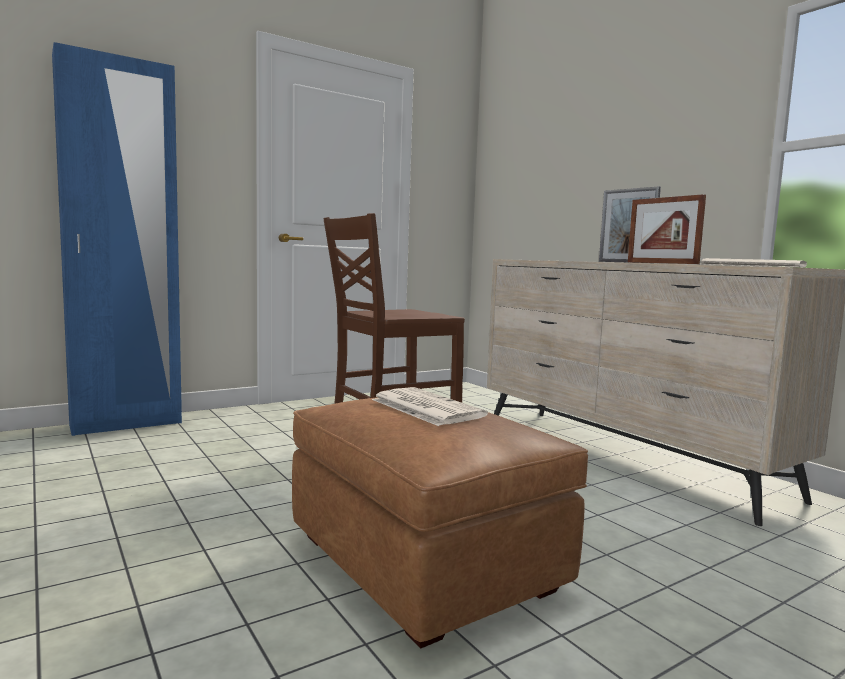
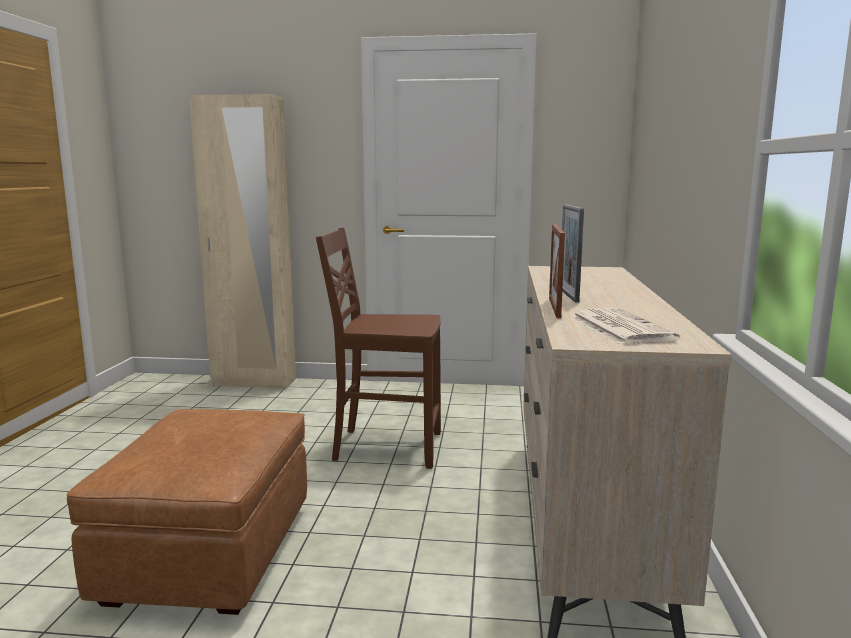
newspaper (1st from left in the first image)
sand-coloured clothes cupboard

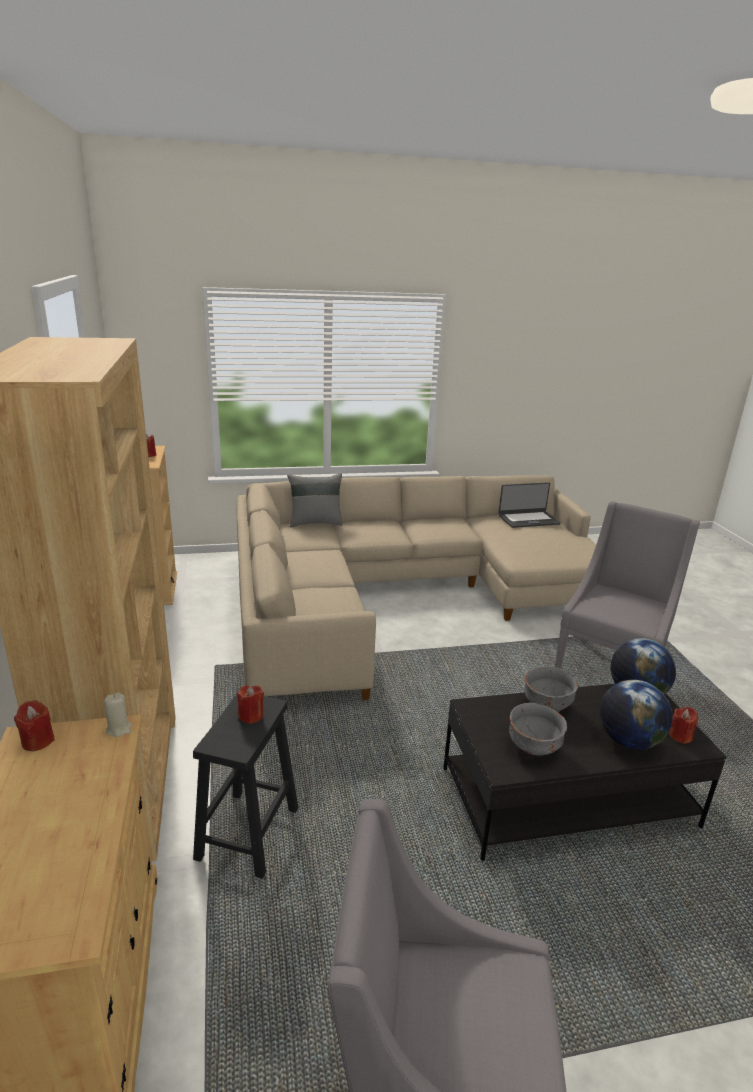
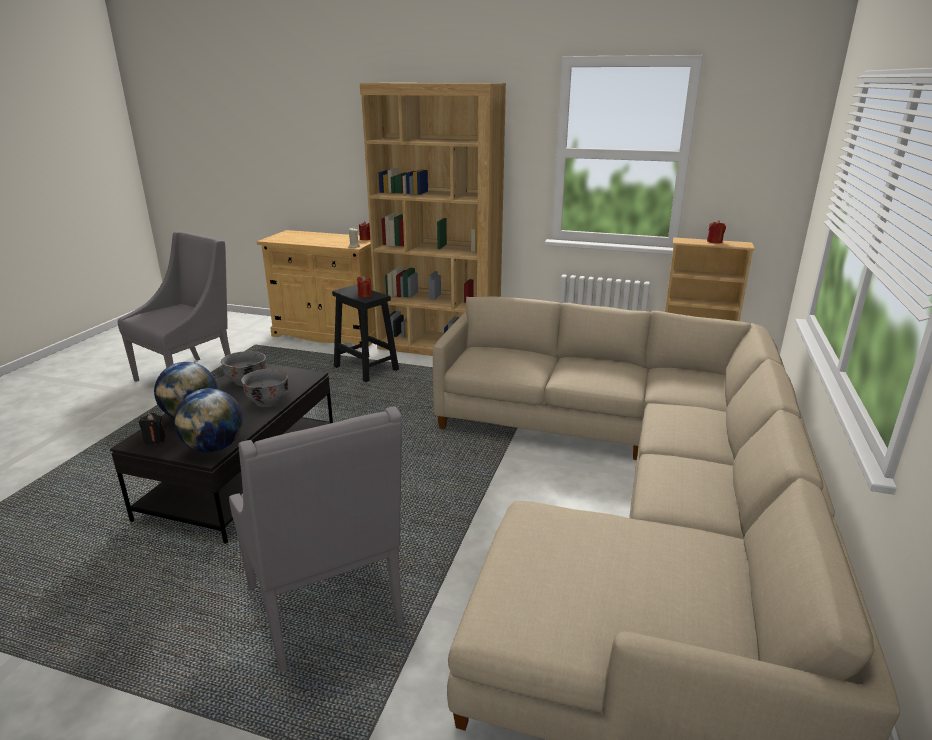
gray pillow
notebook computer
blackish candle

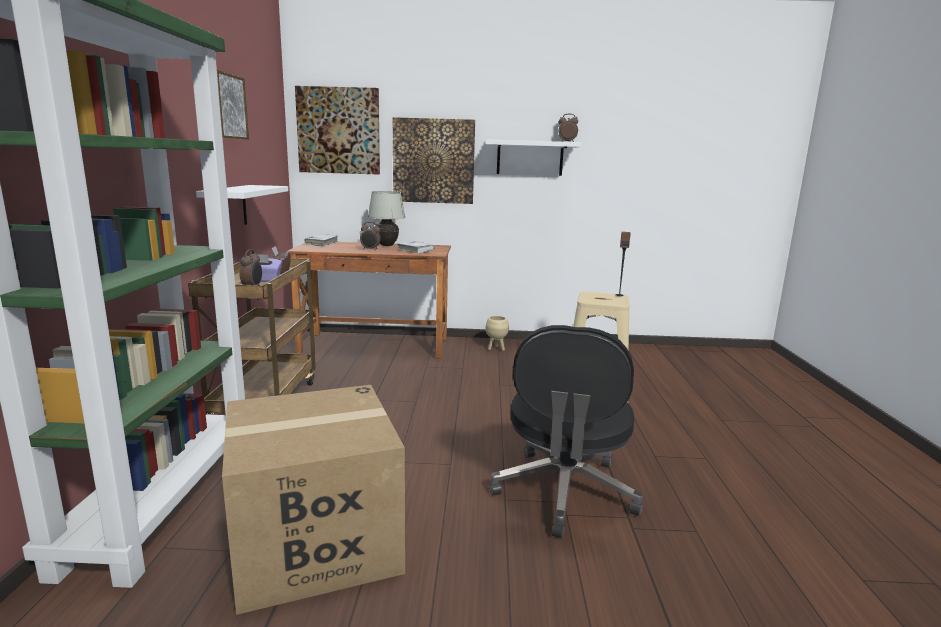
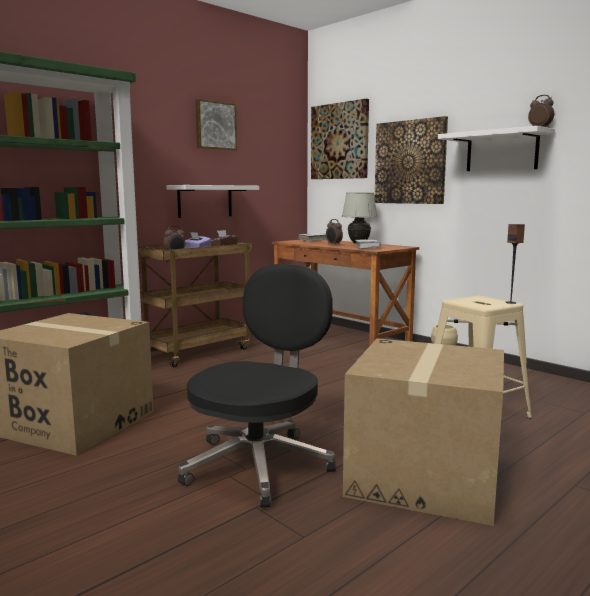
packing box (2nd from left)
blackish computer chair

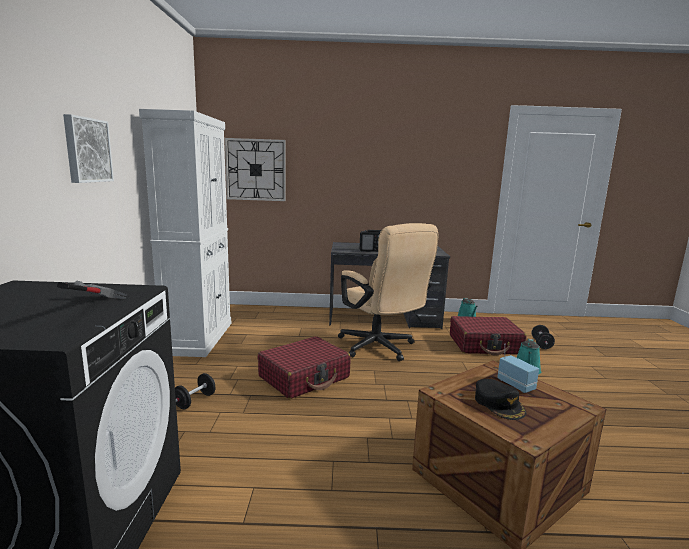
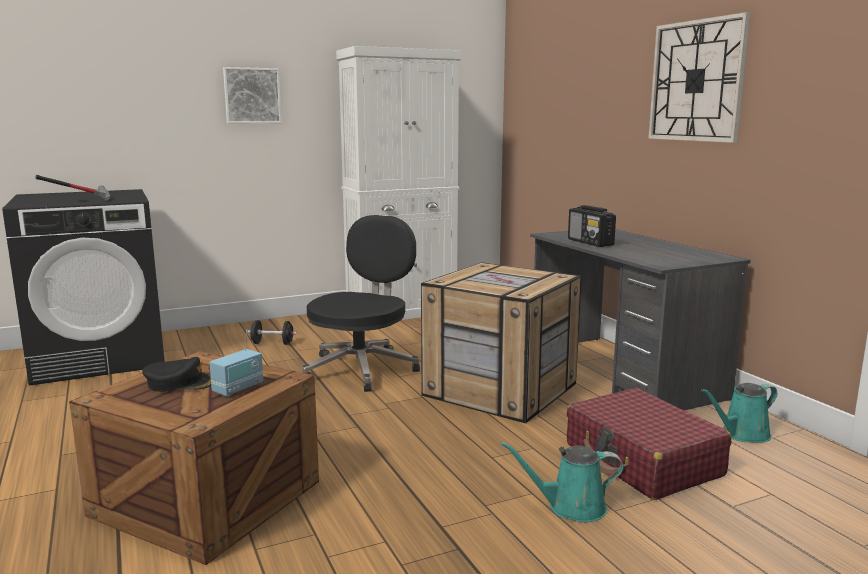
blackish hand weight (2nd from left in the first image)
clock on the wall
blackish computer chair
shipping crate (2nd from left)
blackish peaked cap

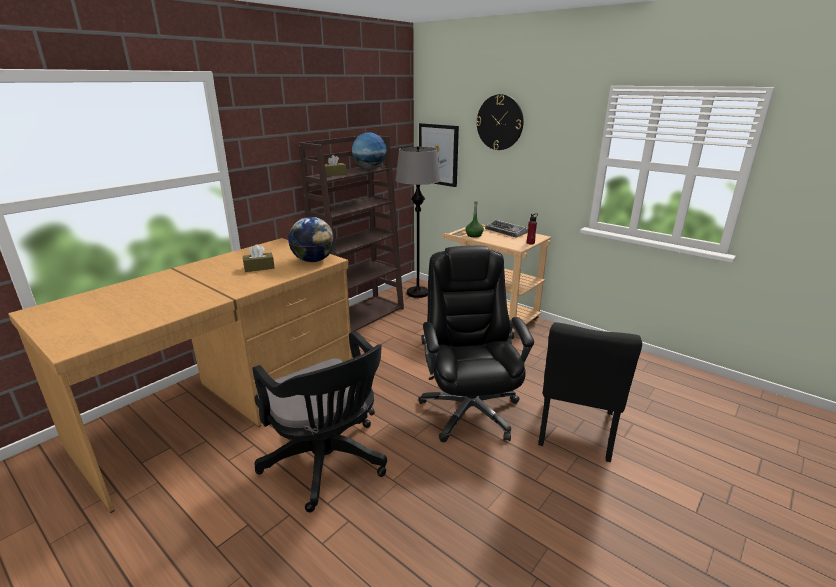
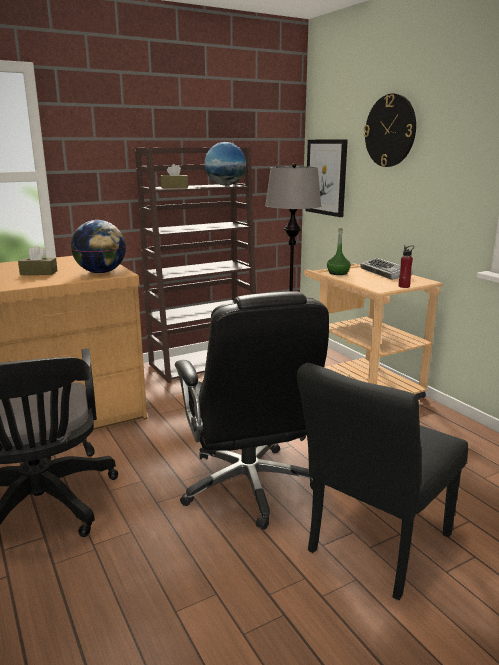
blackish computer chair (2nd from left)

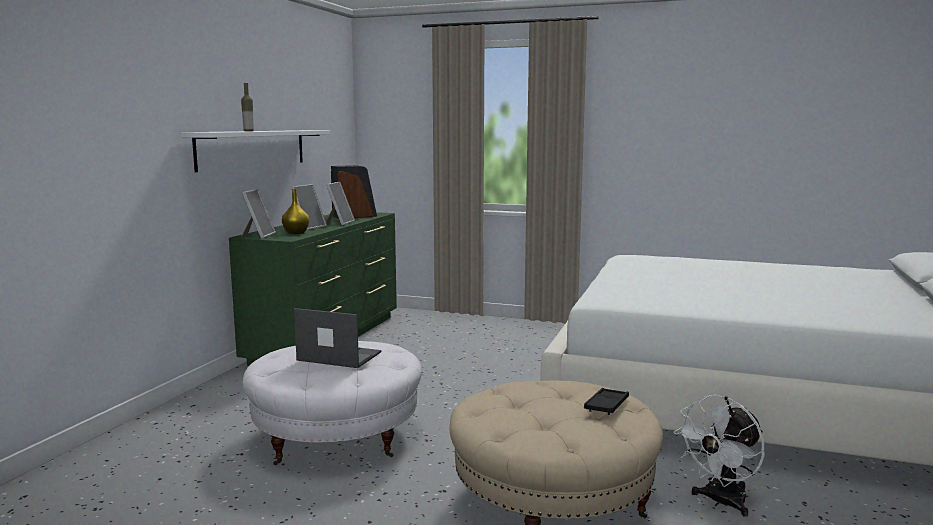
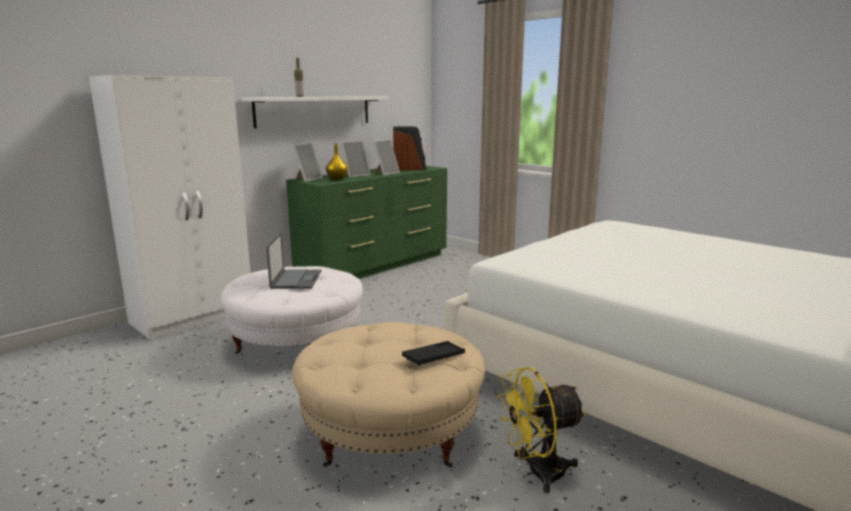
whitish clothes cupboard
yellowish electric fan
notebook computer

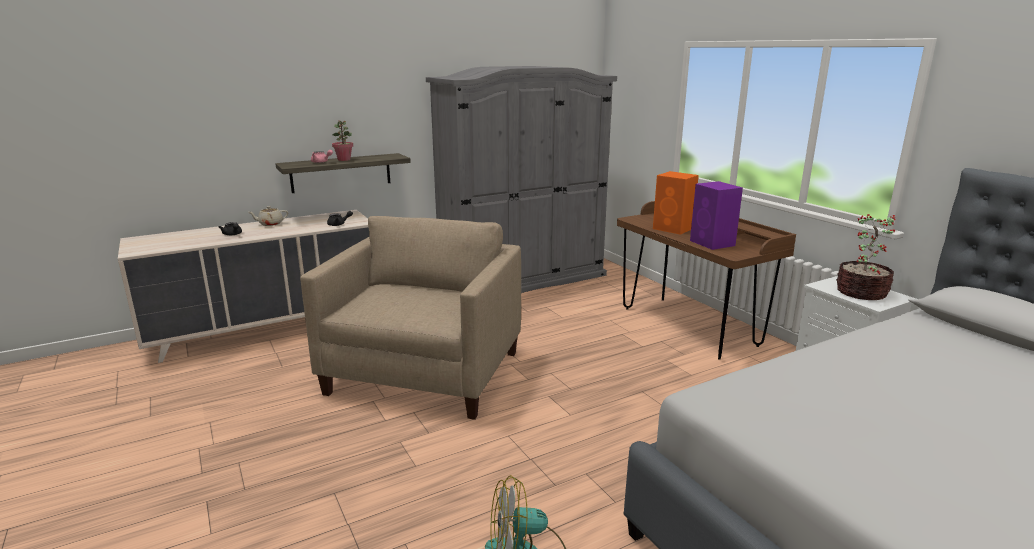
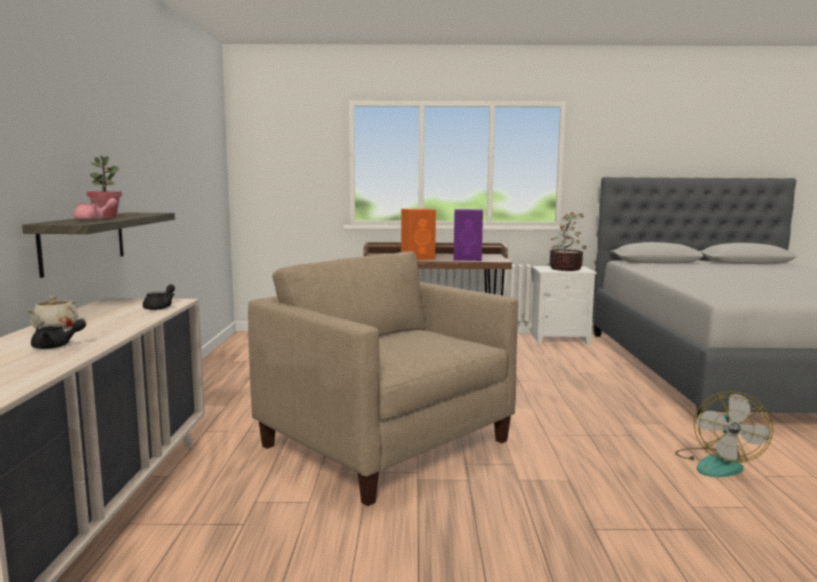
gray clothes cupboard

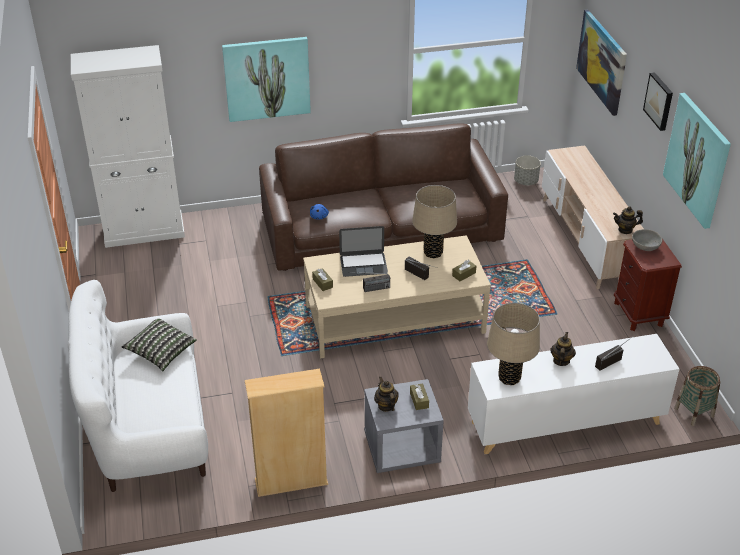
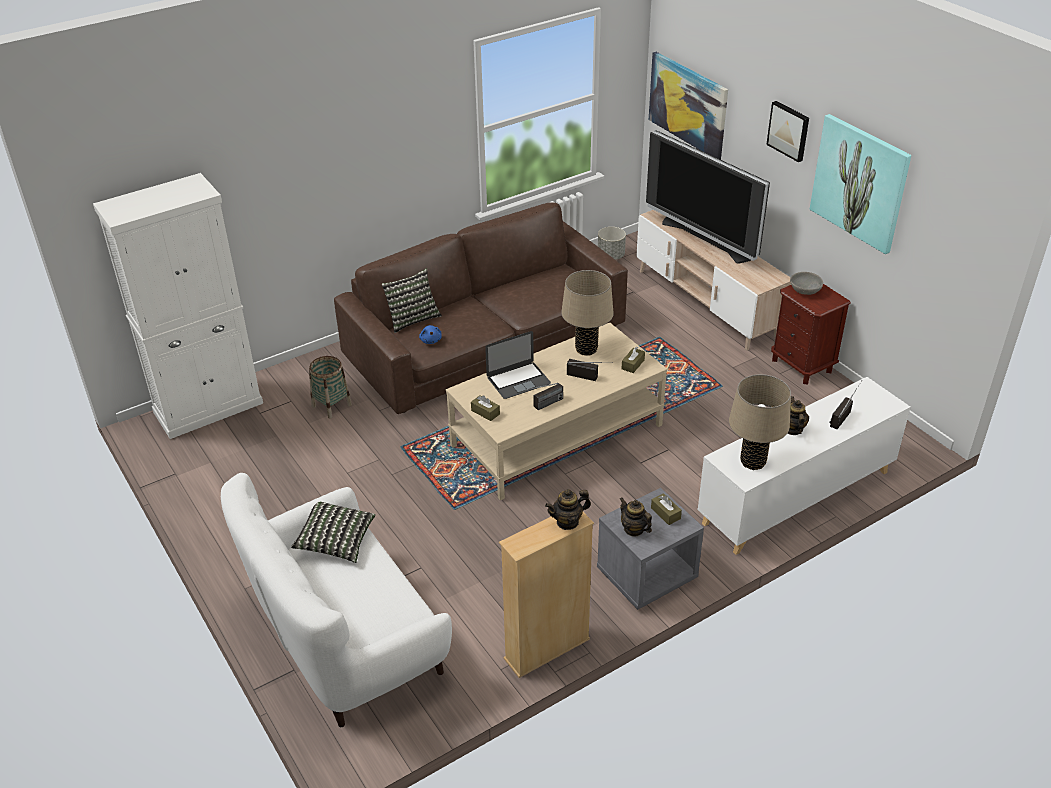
wall art (1st from left in the first image)
pillow (2nd from left)
TV set
pot for tea (1st from left)
basket

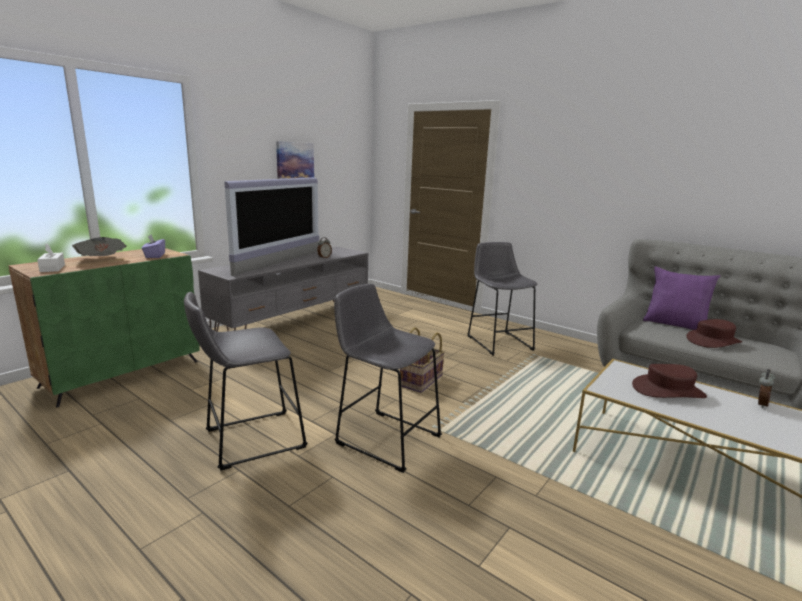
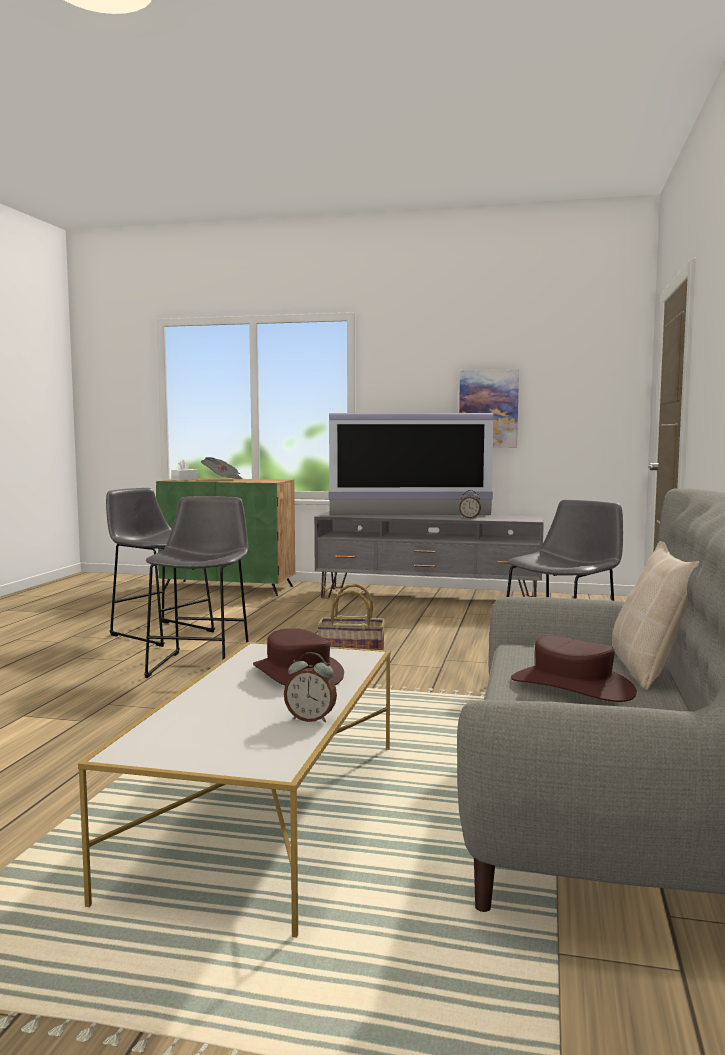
purple-coloured tissue box
sand-coloured pillow

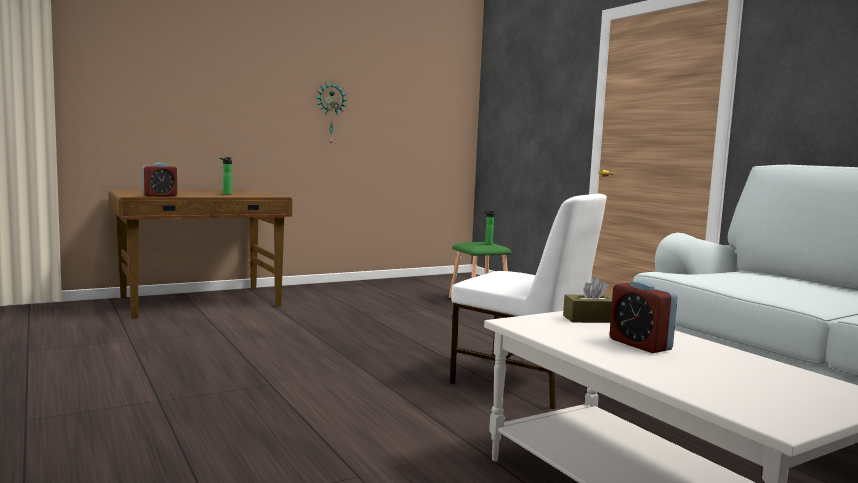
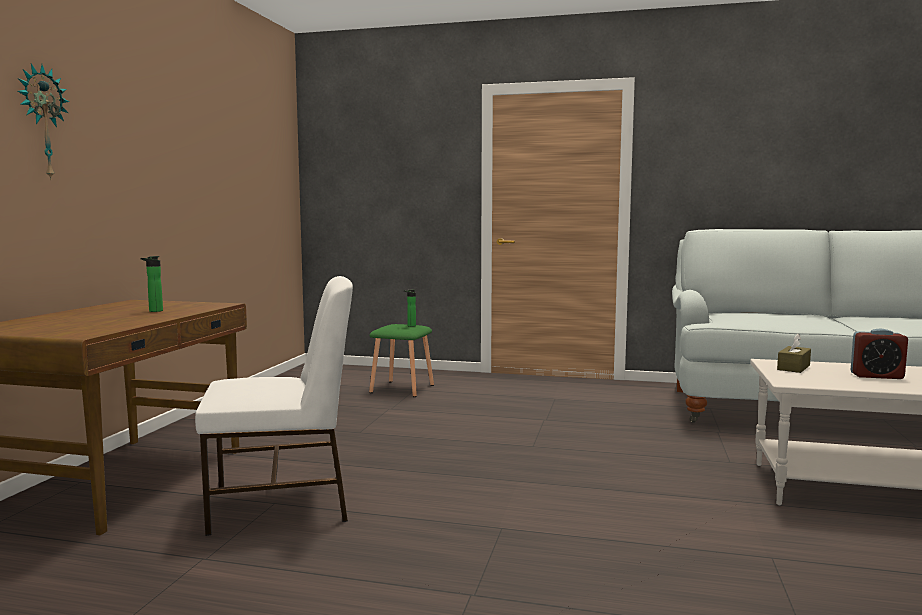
table clock (1st from left in the first image)
clock on the wall
whitish chair

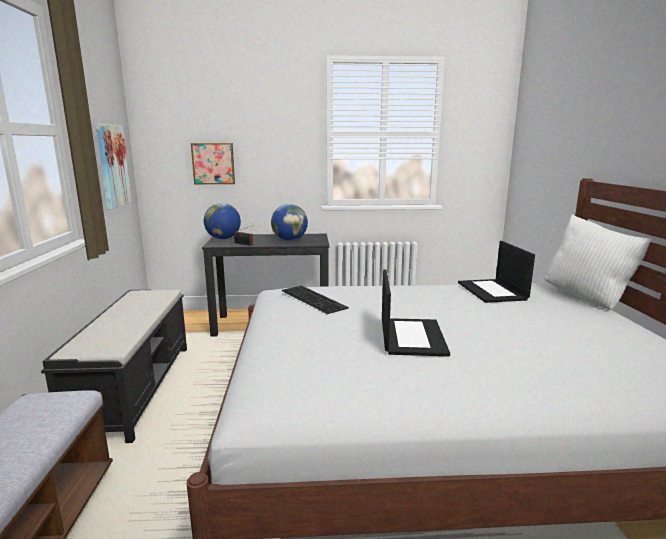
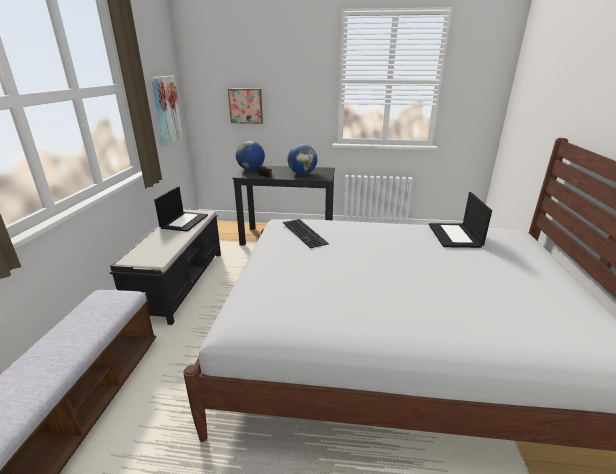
whitish pillow
notebook computer (1st from left)

